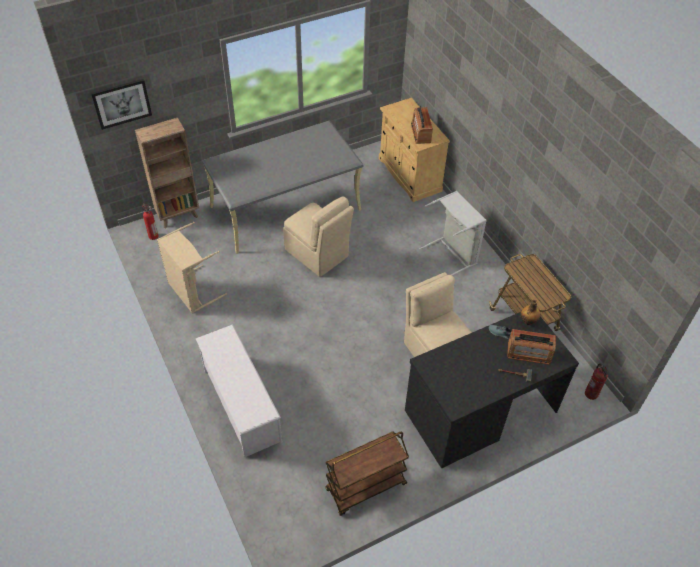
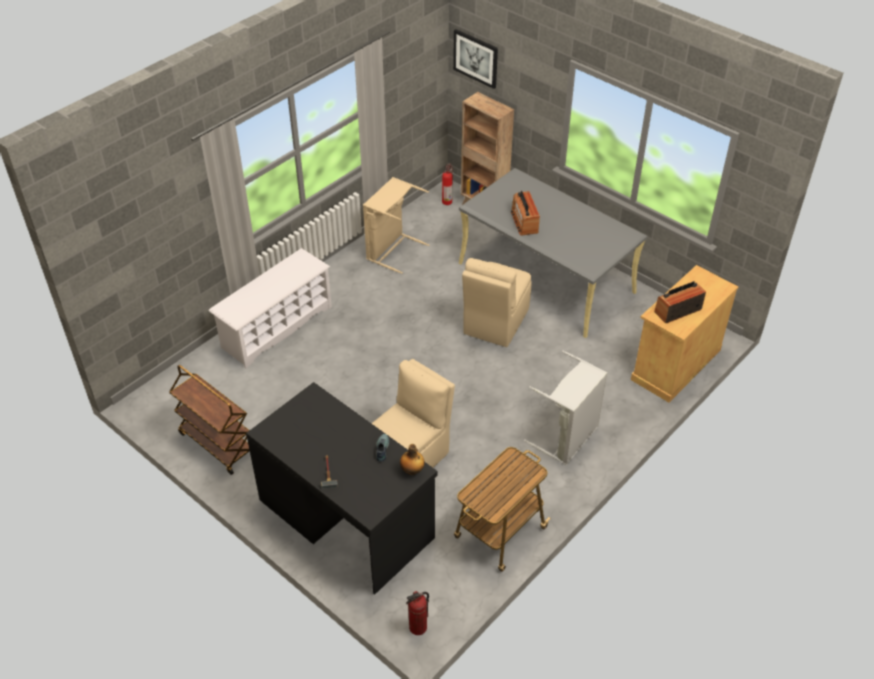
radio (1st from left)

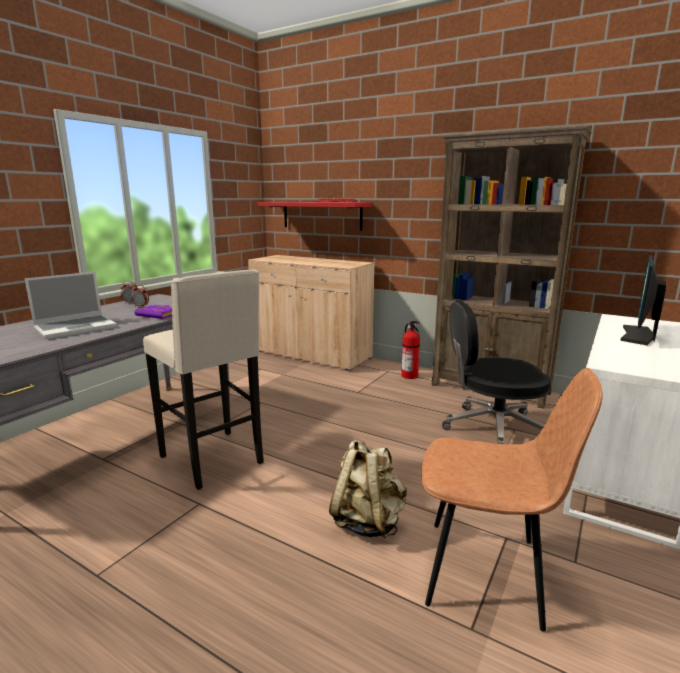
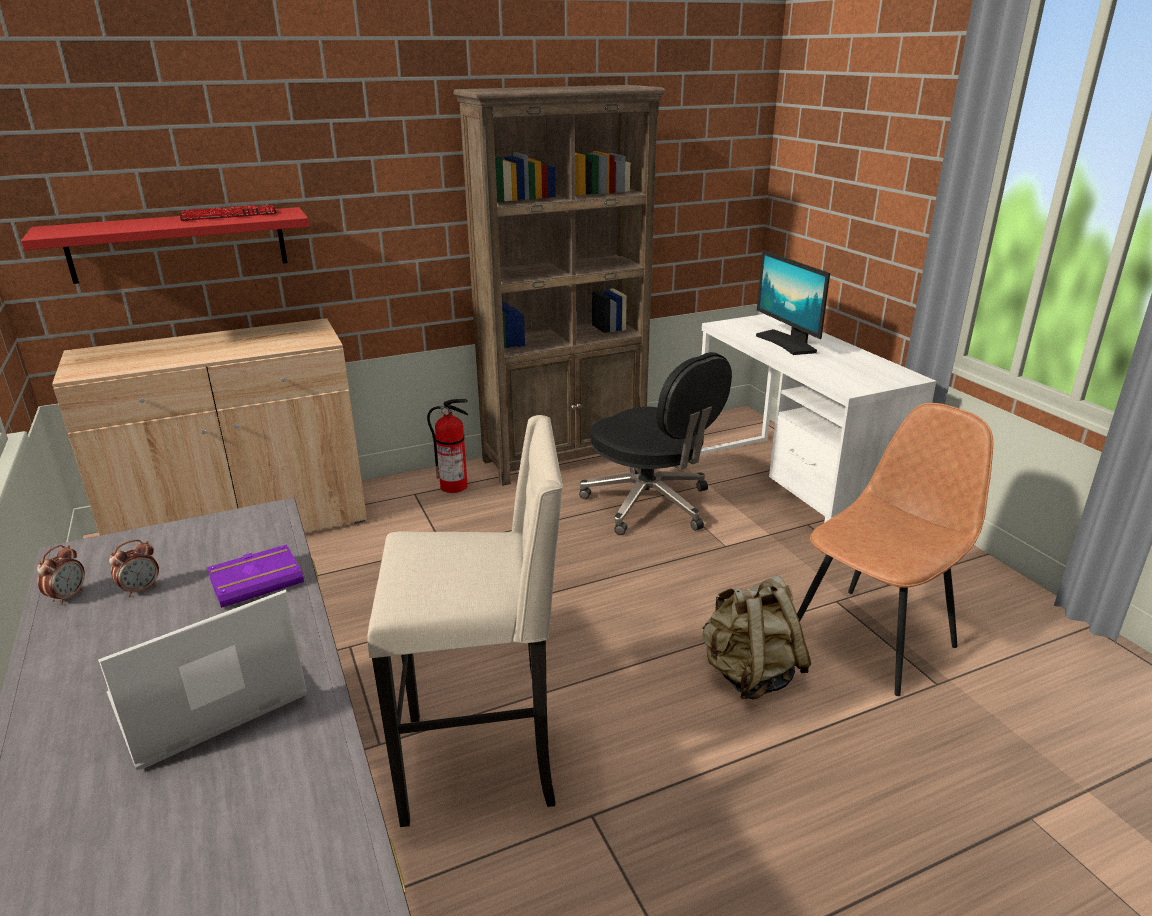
notebook computer
blackish computer chair

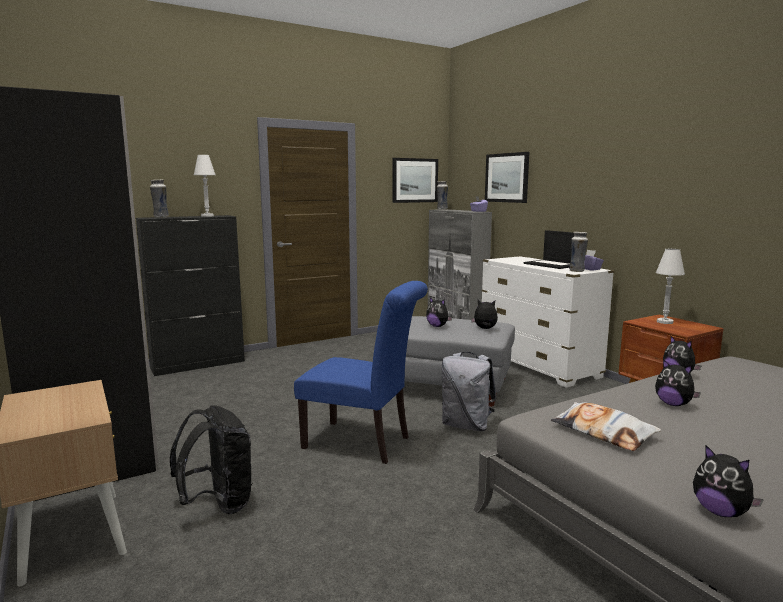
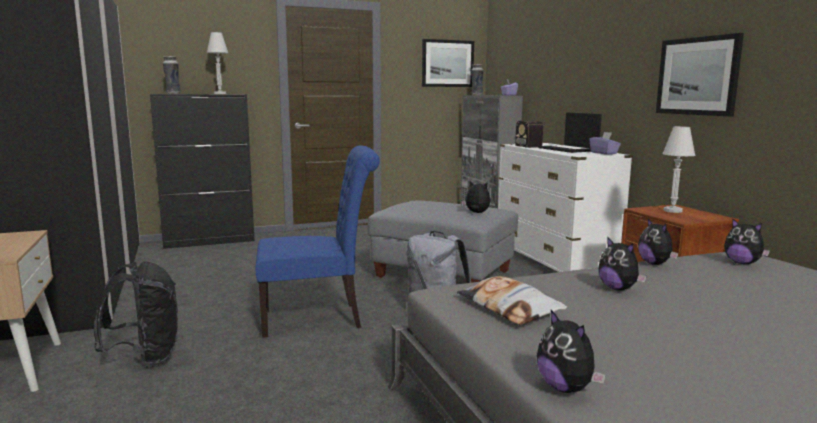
vase (3rd from left in the first image)
radio
cuddly toy (5th from left)
wall art (2nd from left)
blue-coloured chair

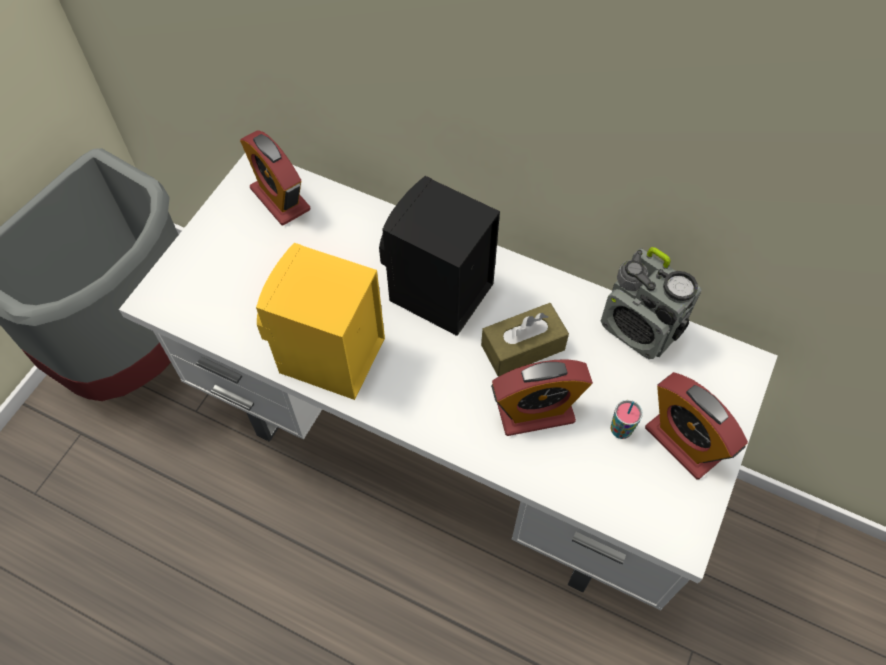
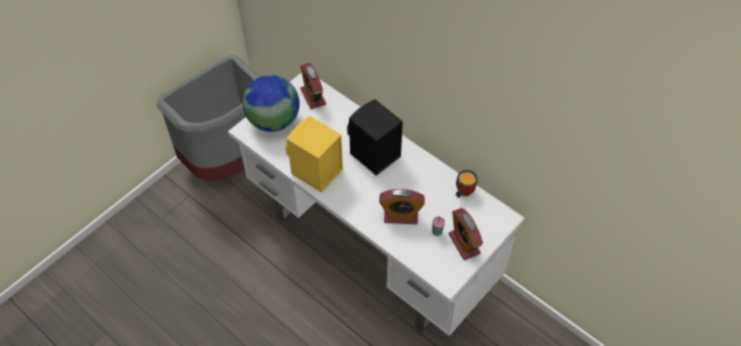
brown tissue box
desk globe
mug

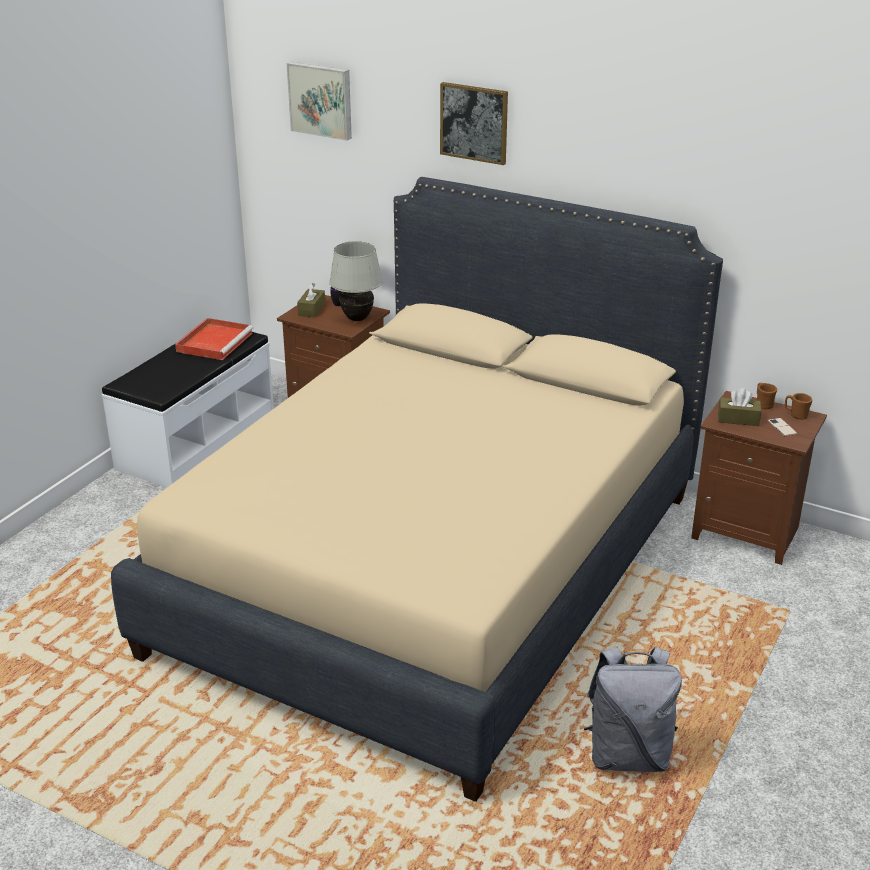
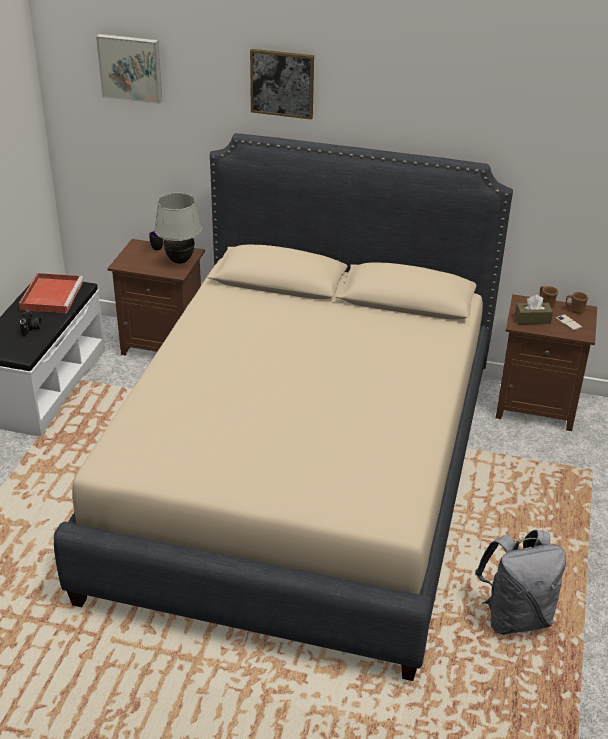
brown tissue box (1st from left in the first image)
still camera

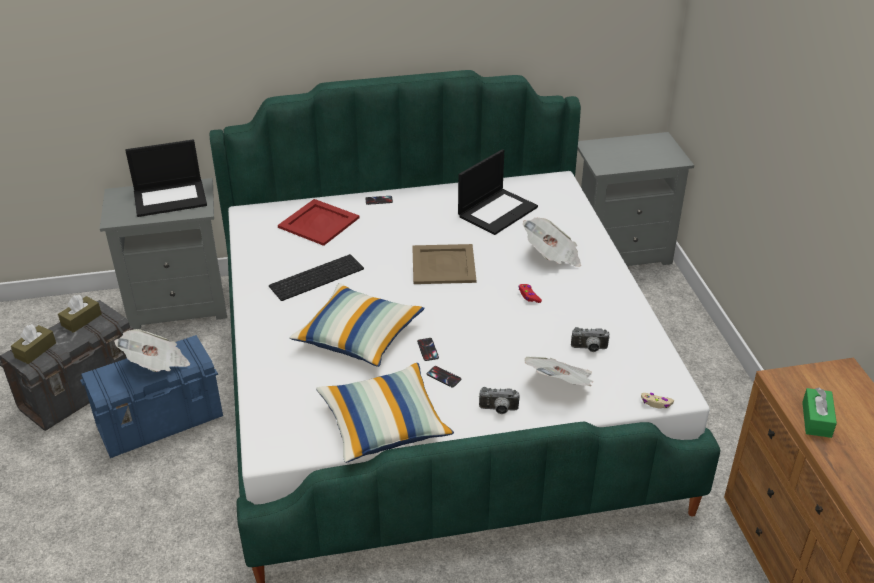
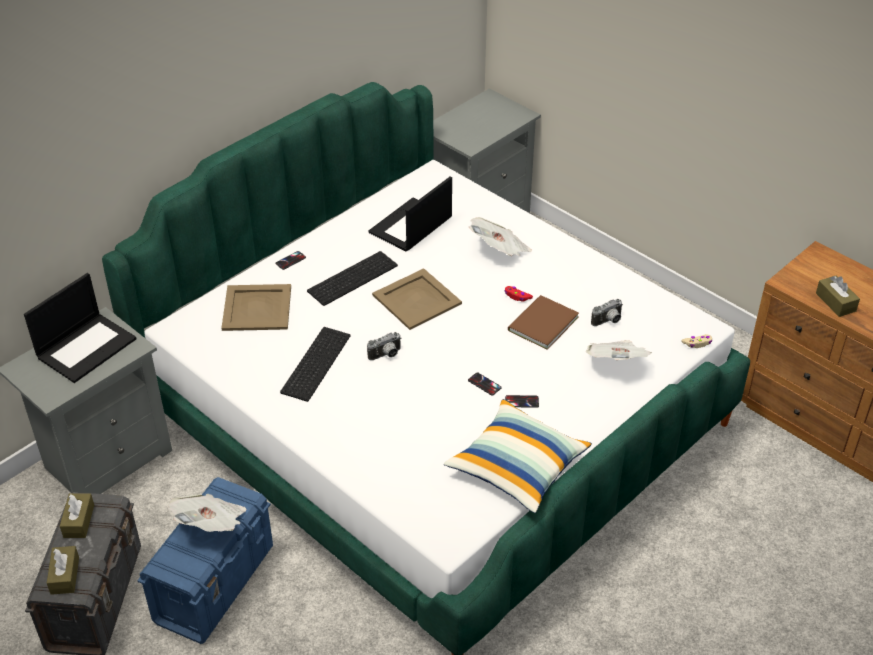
pillow (1st from left in the first image)
computer keyboard (2nd from left)
brown bound book
still camera (1st from left)
sand-coloured serving tray (1st from left)
brown tissue box (3rd from left)
notebook computer (2nd from left)

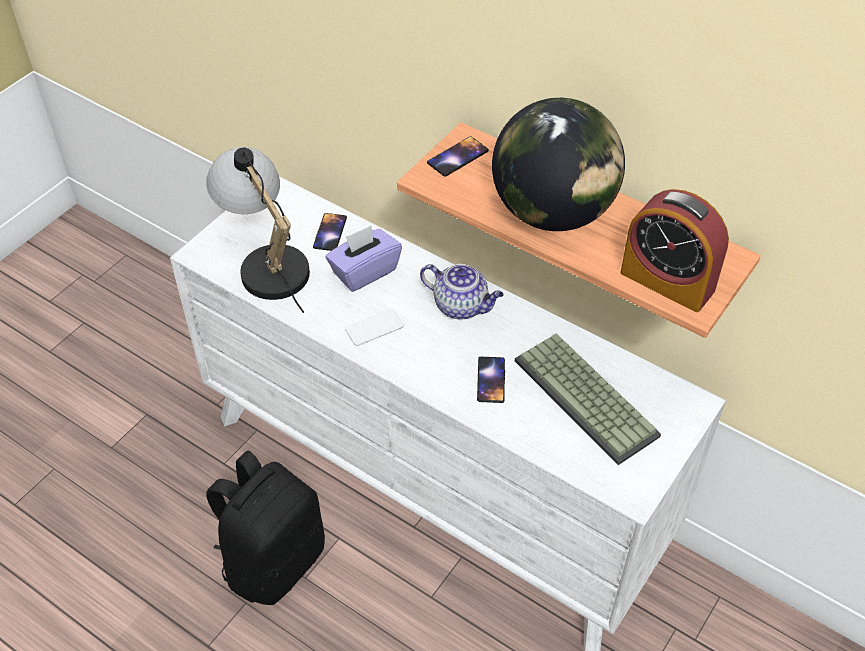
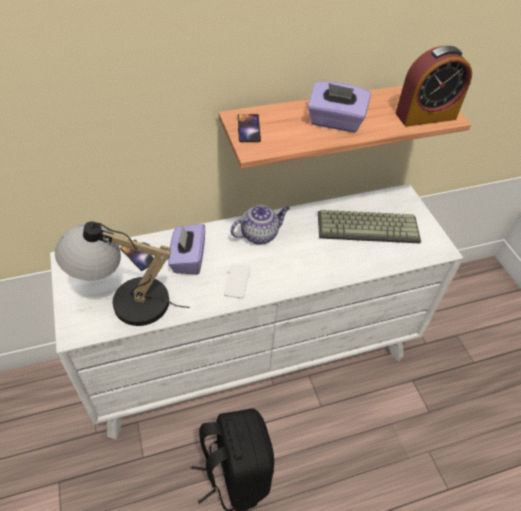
handset (4th from left in the first image)
purple-coloured tissue box (2nd from left)

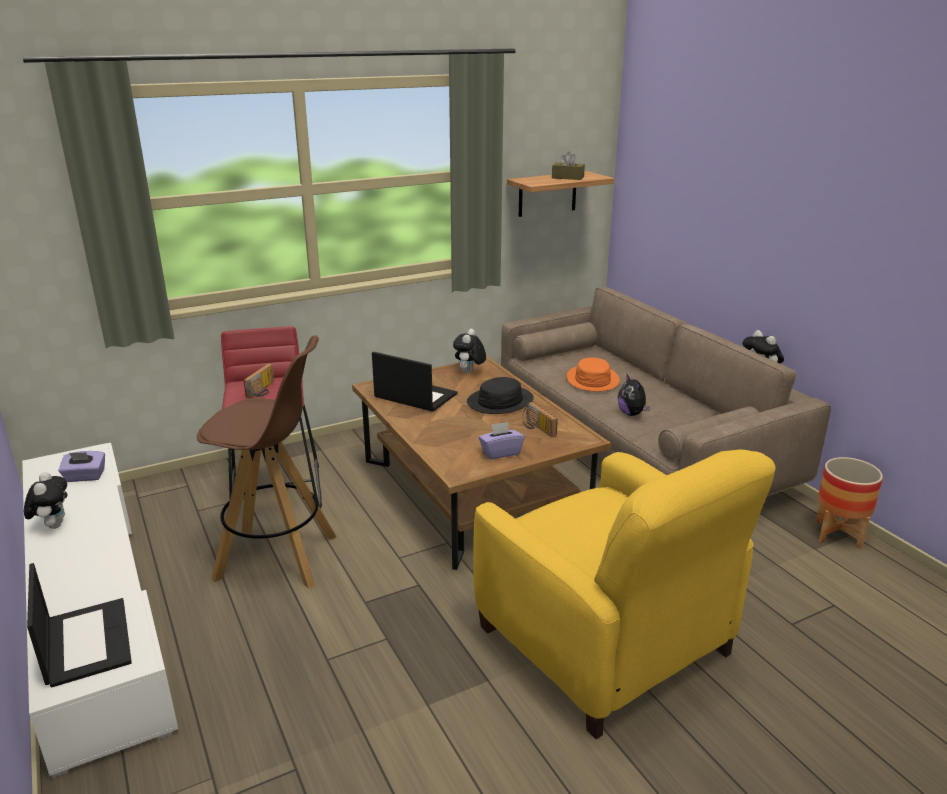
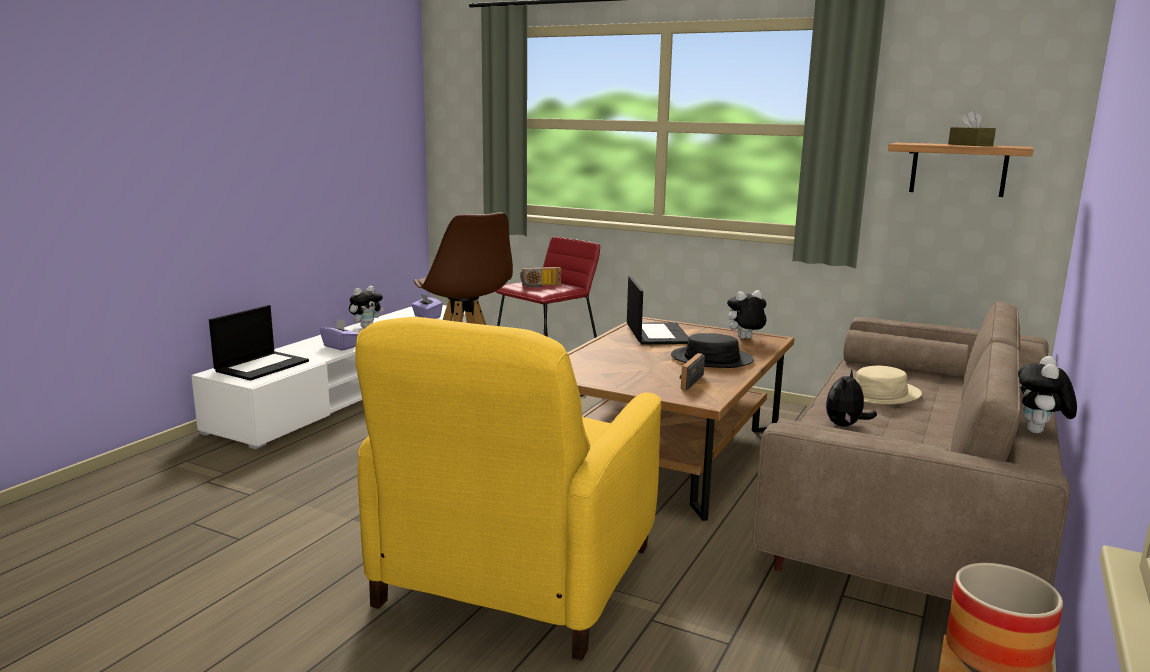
purple-coloured tissue box (1st from left)
sand-coloured wearable hat

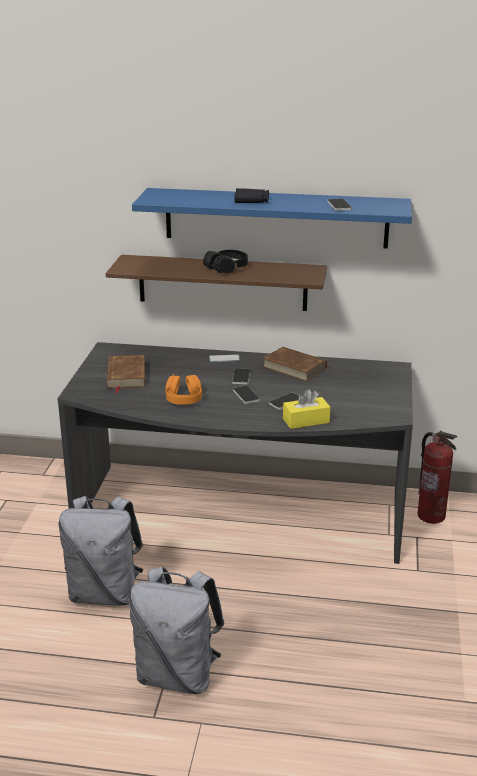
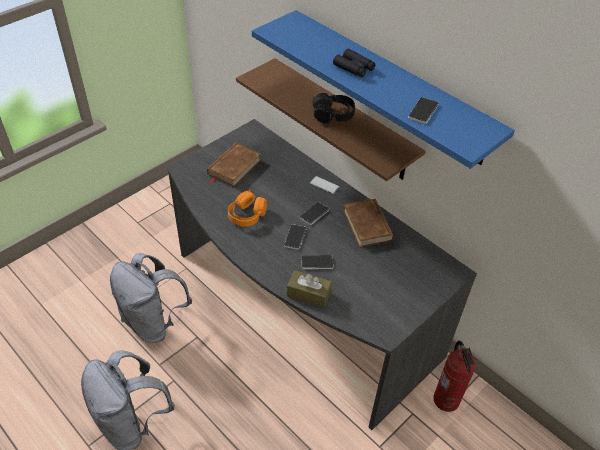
brown tissue box

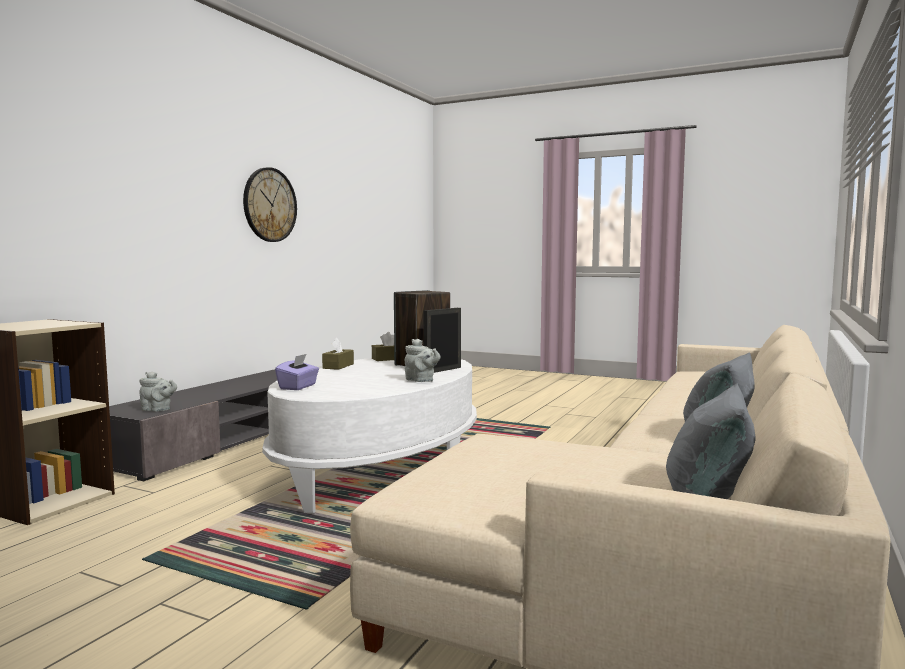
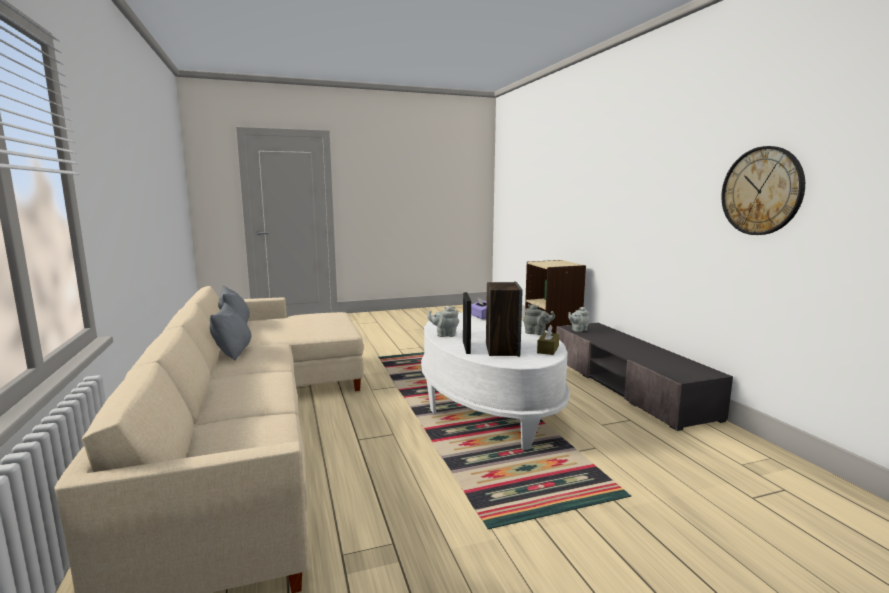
gray pot for tea (2nd from left)

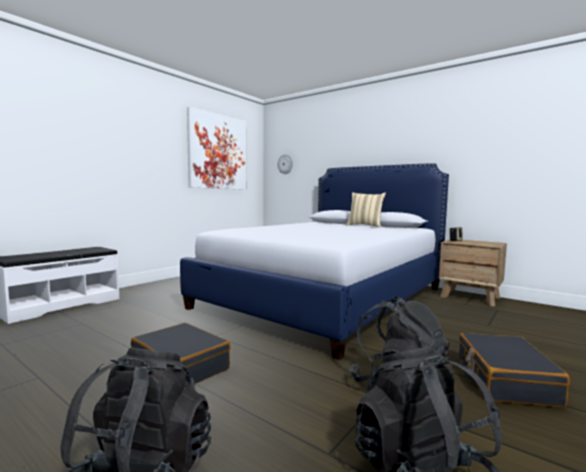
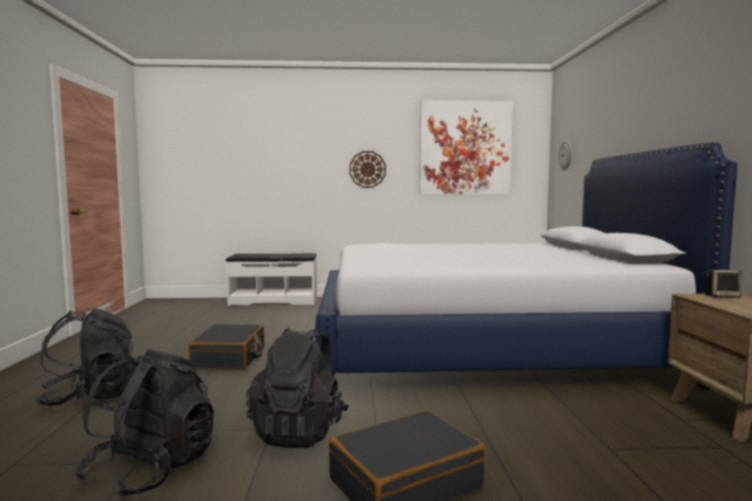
sand-coloured pillow
clock on the wall (1st from left)

